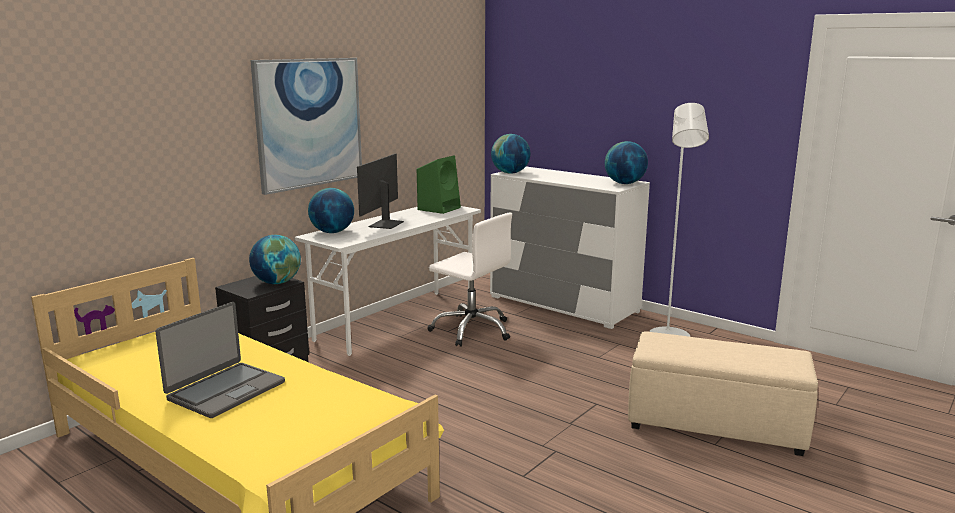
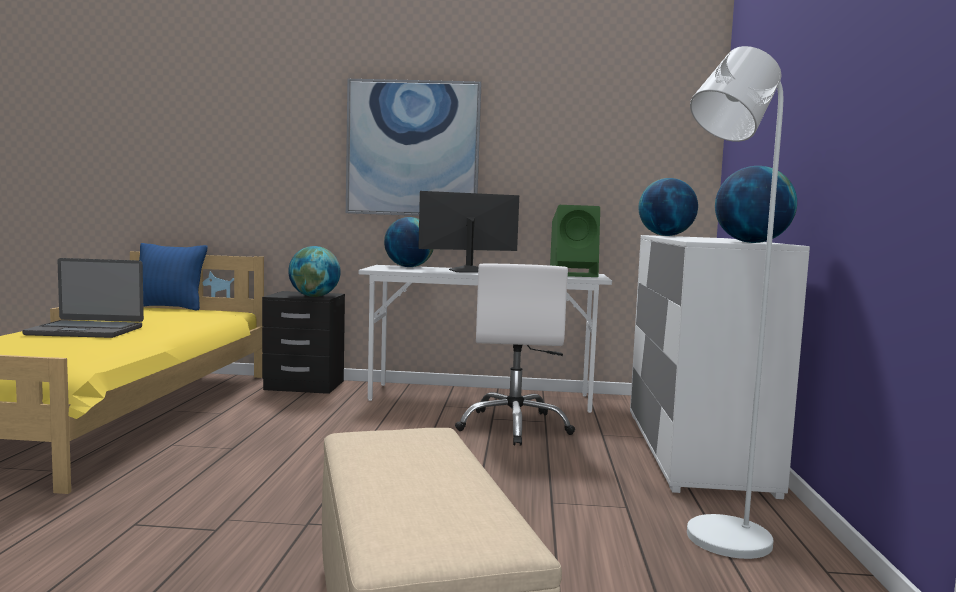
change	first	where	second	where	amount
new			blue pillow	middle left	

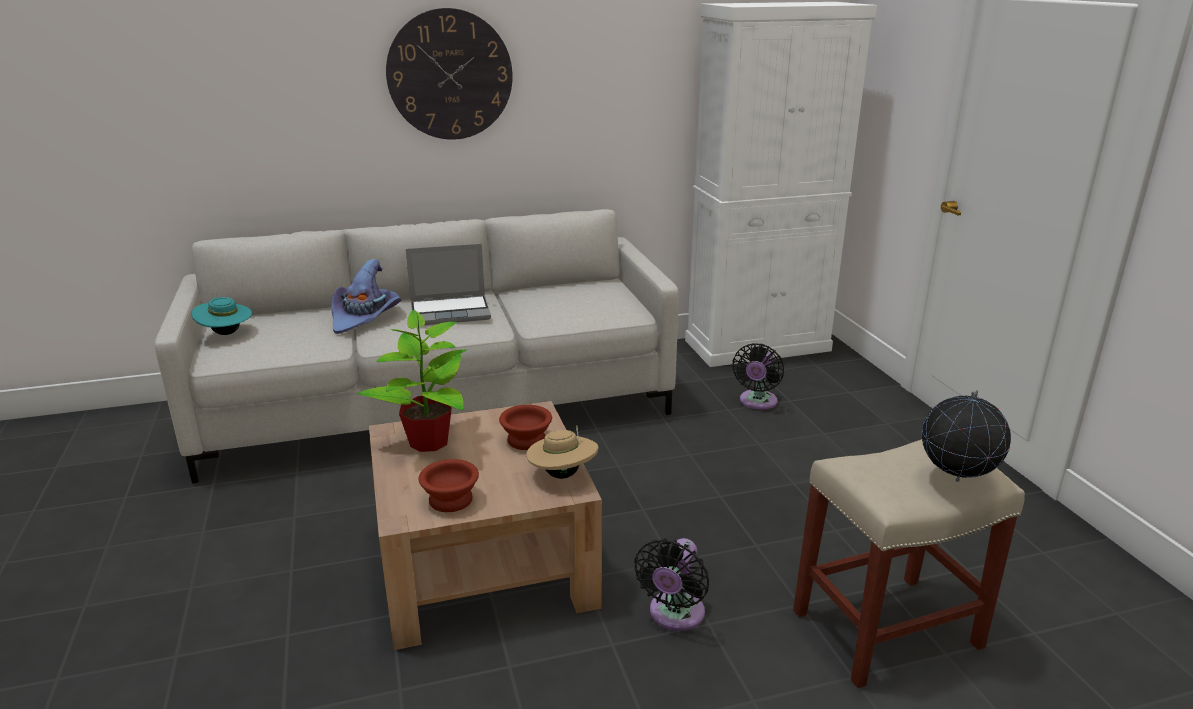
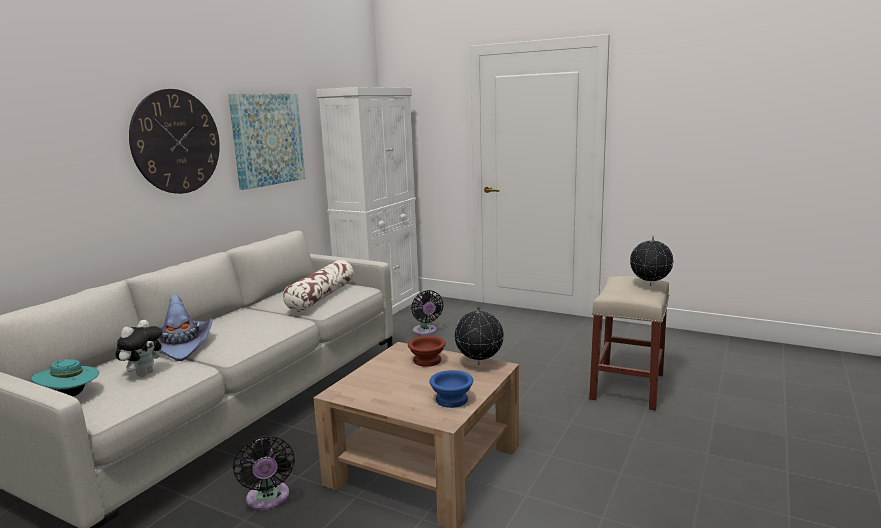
change	first	where	second	where	amount
gone	potted plant	centre			
gone	laptop	centre			
new			plush toy	middle left	
new			picture	top left	
new			pillow	centre	
shifted	black fan (no. 1 from left)	bottom centre		bottom left	
swapped	beige hat	centre	globe (no. 1 from left)	centre	
repainted	brown bowl (no. 1 from left)	bottom centre	blue bowl	bottom centre	

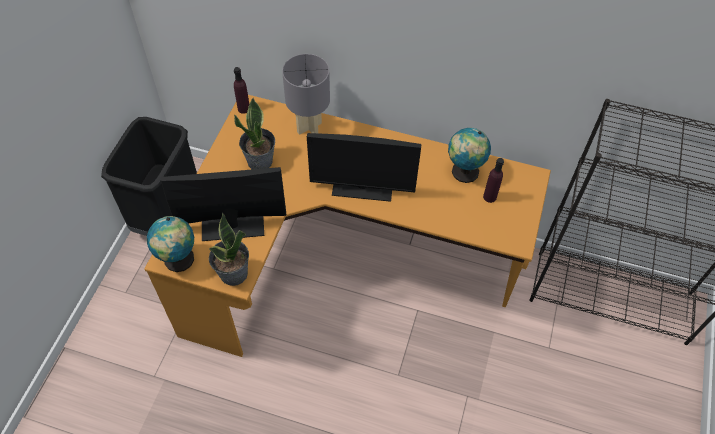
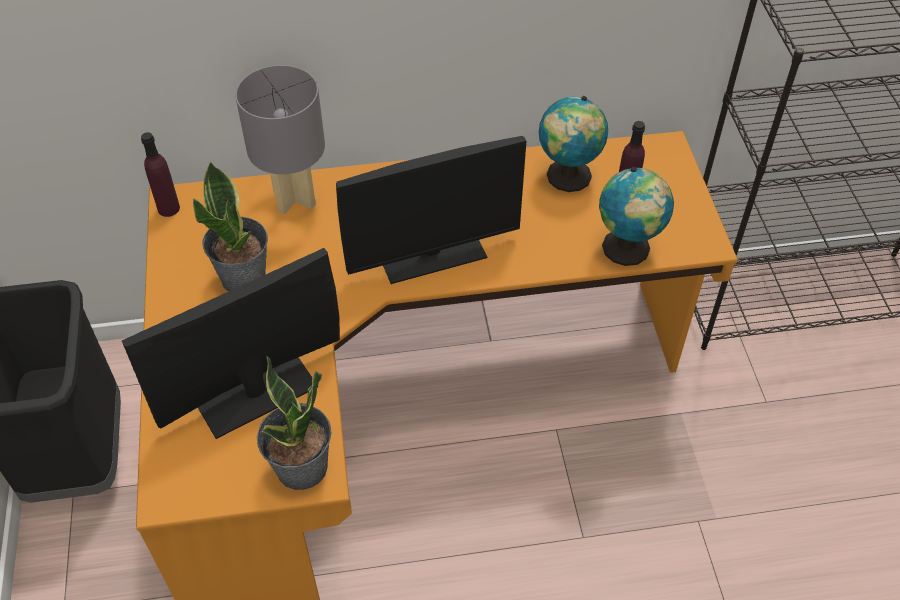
change	first	where	second	where	amount
shifted	globe (no. 1 from left in the first image)	middle left	globe (no. 2 from left)	middle right	

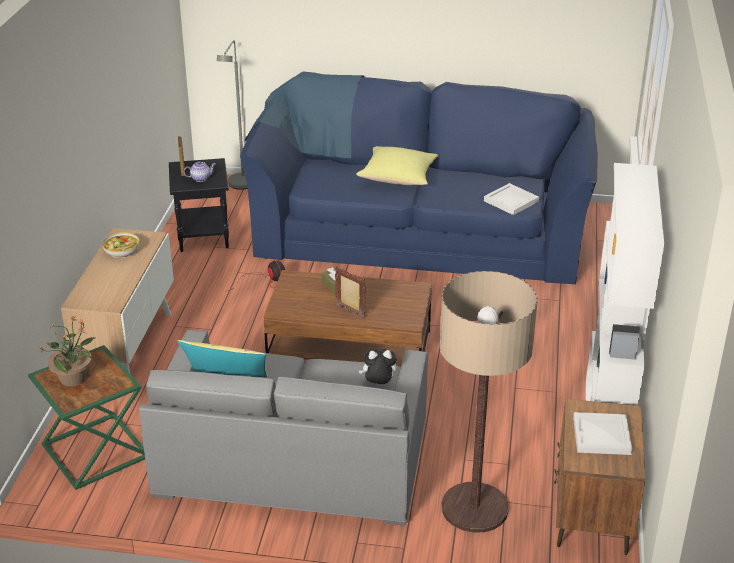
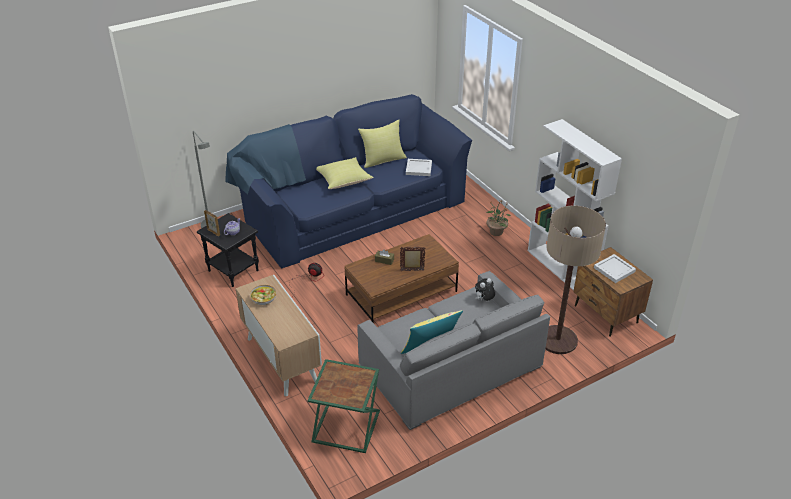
change	first	where	second	where	amount
new			yellow pillow (no. 2 from left)	top centre	
shifted	potted plant	middle left		centre	

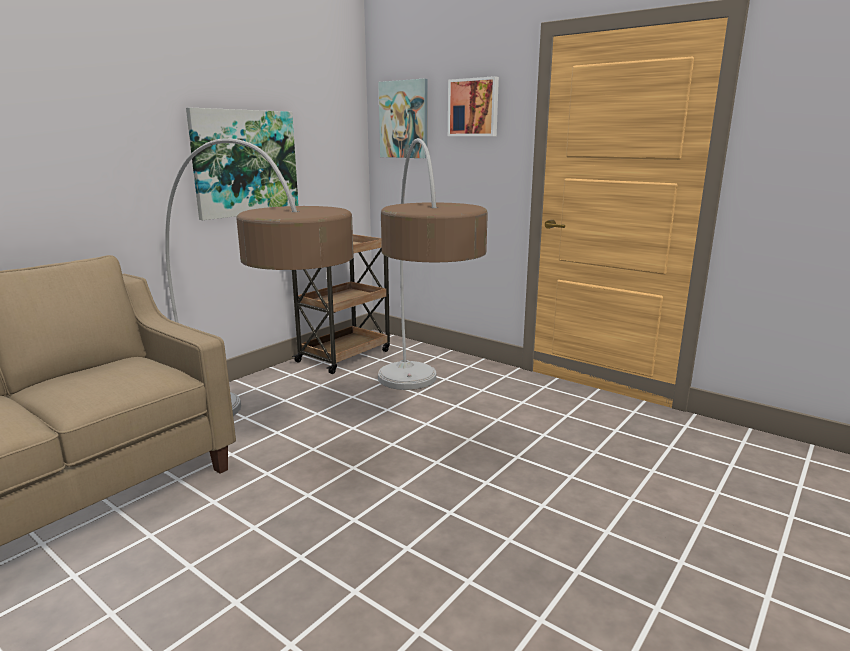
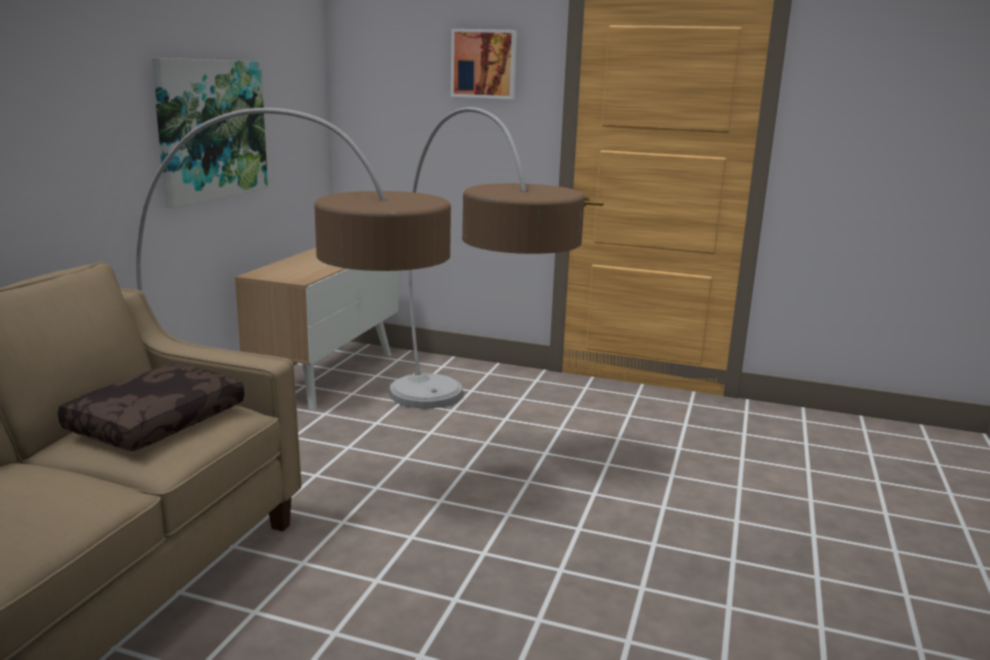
change	first	where	second	where	amount
gone	picture (no. 2 from left)	top centre			
new			brown pillow	middle left	
swapped	brown cart	centre	cabinet	middle left	

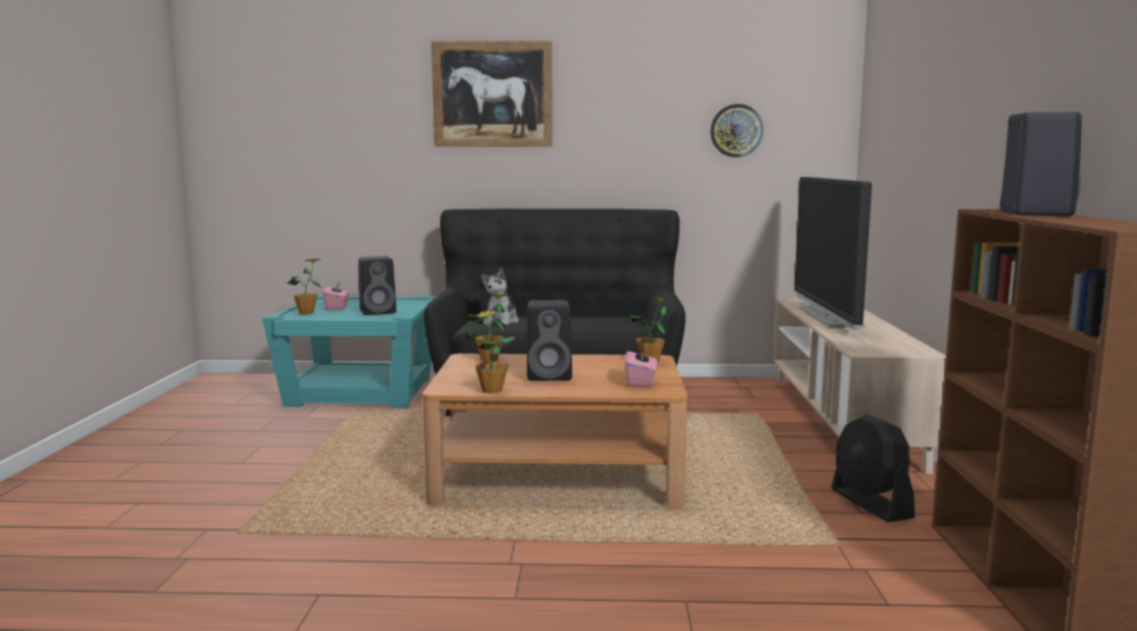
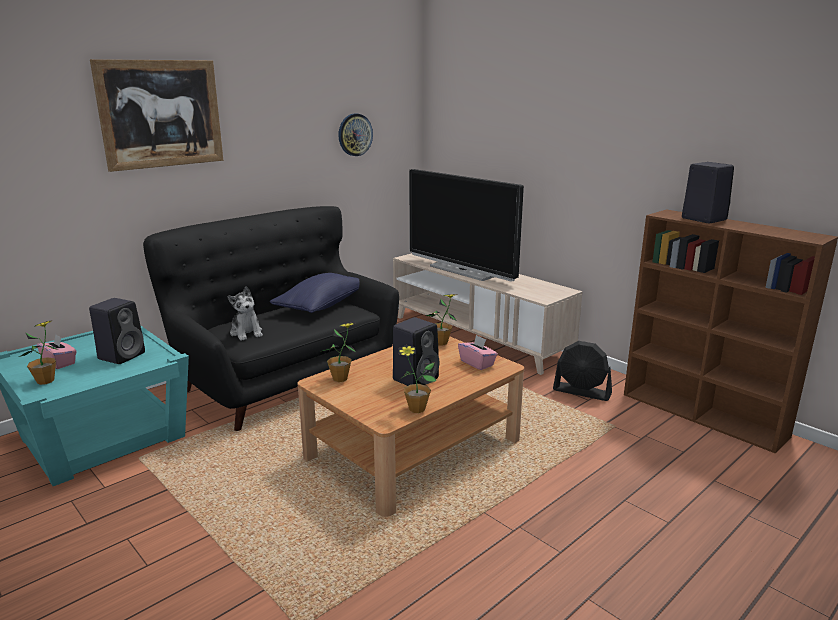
change	first	where	second	where	amount
new			blue pillow	centre	

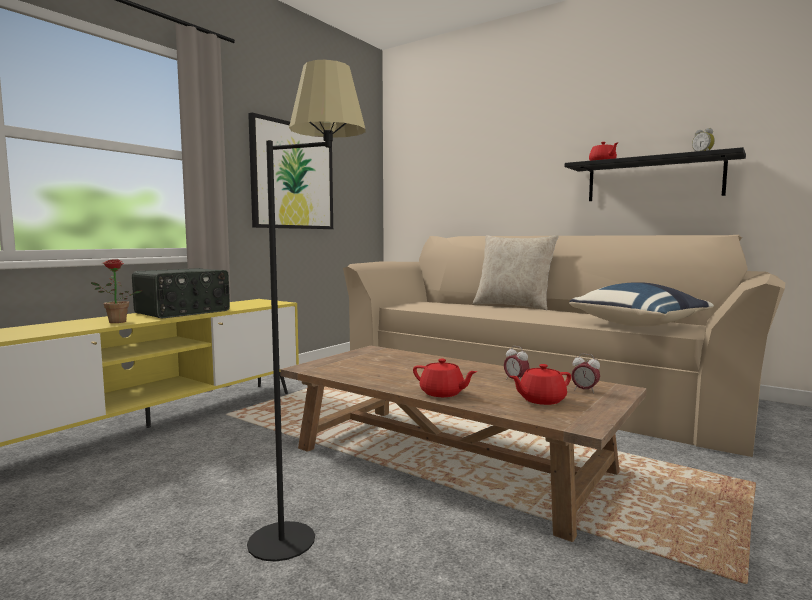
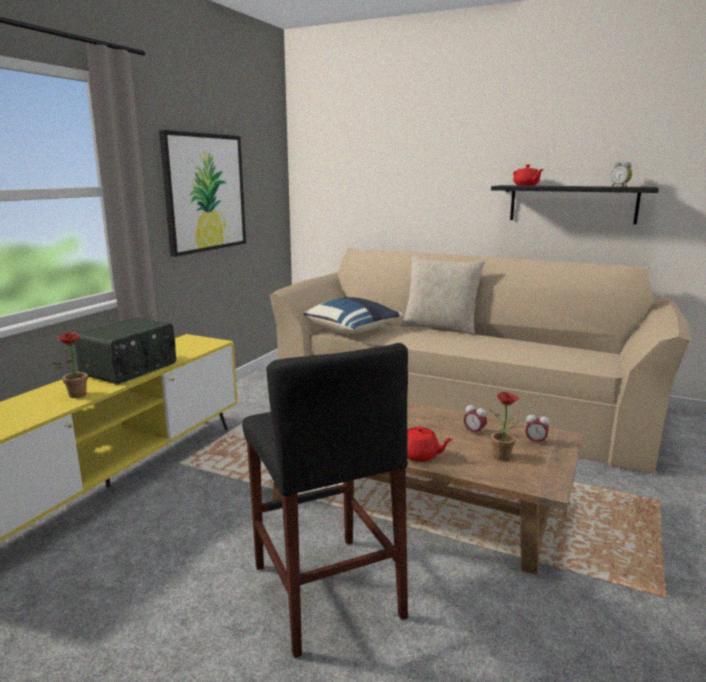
change	first	where	second	where	amount
shifted	blue pillow	middle right		centre	
swapped	black floor lamp	centre	black stool	bottom centre	
swapped	red teapot (no. 2 from left)	centre	potted plant (no. 2 from left)	middle right	

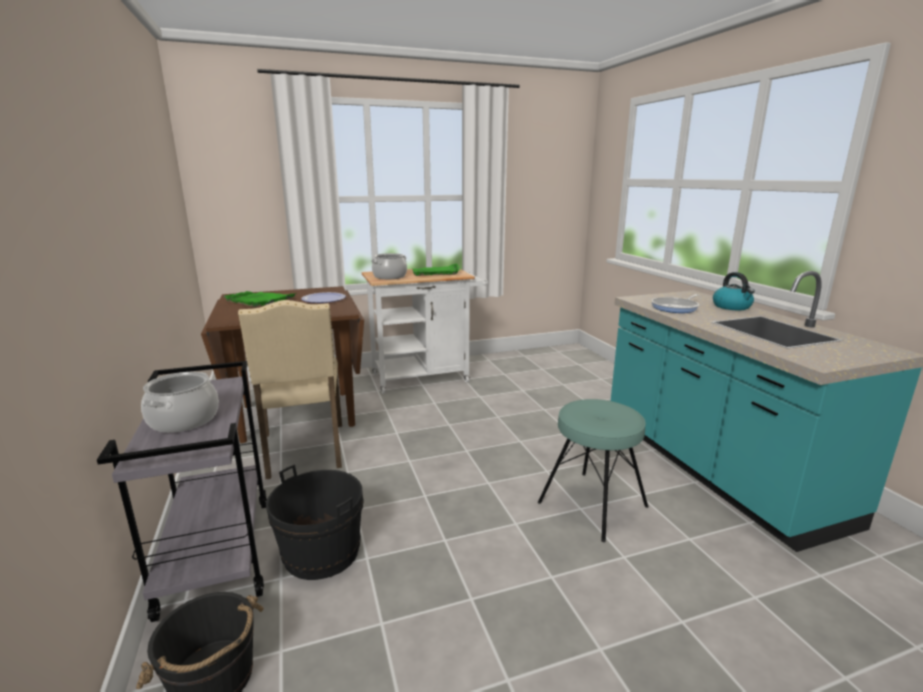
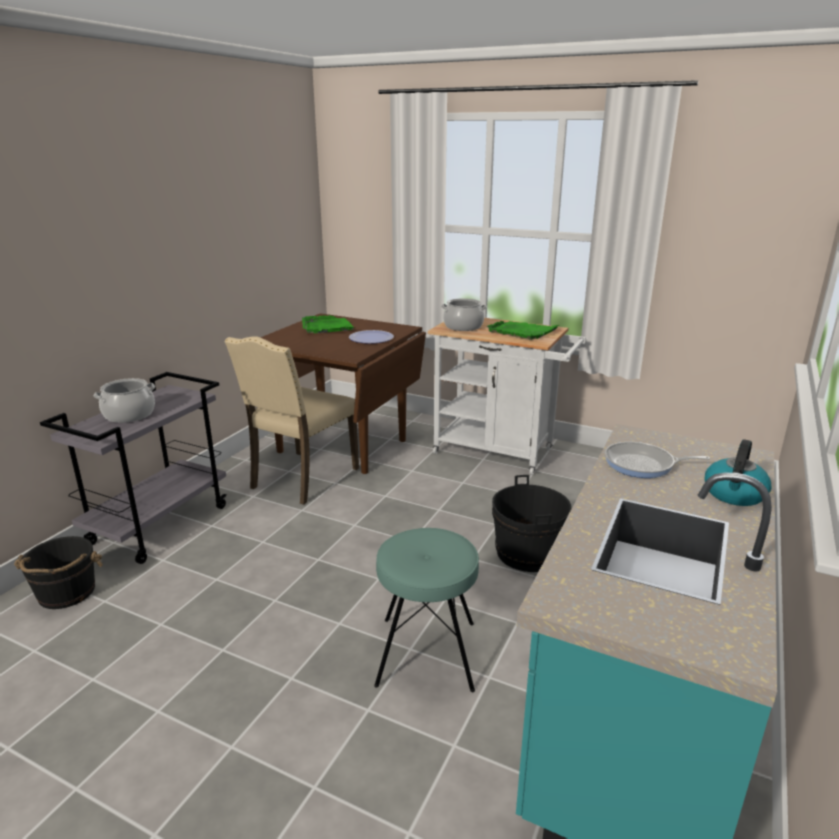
change	first	where	second	where	amount
shifted	black bucket (no. 2 from left)	bottom centre		centre	

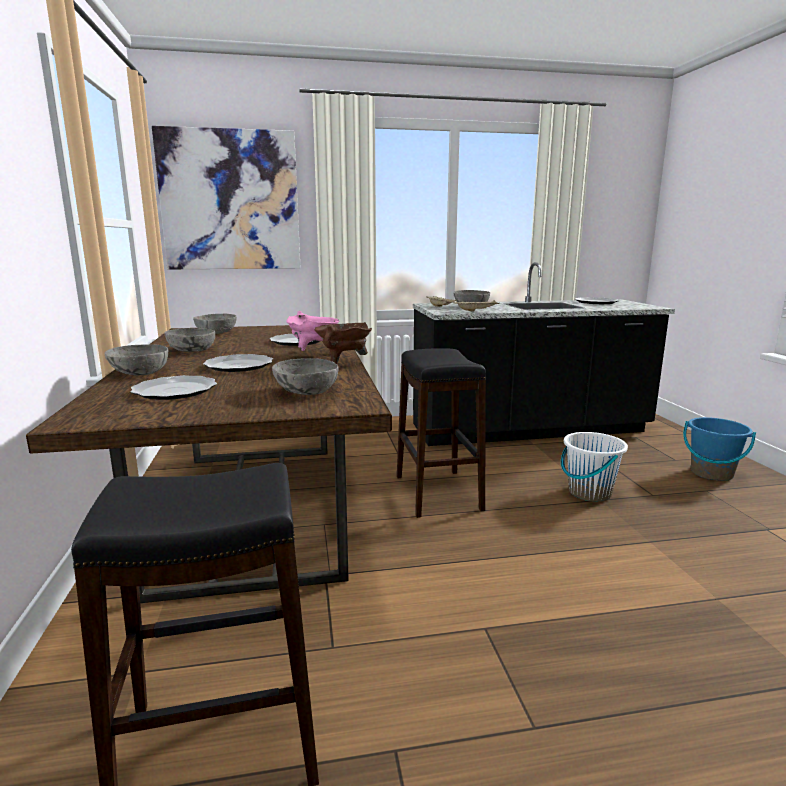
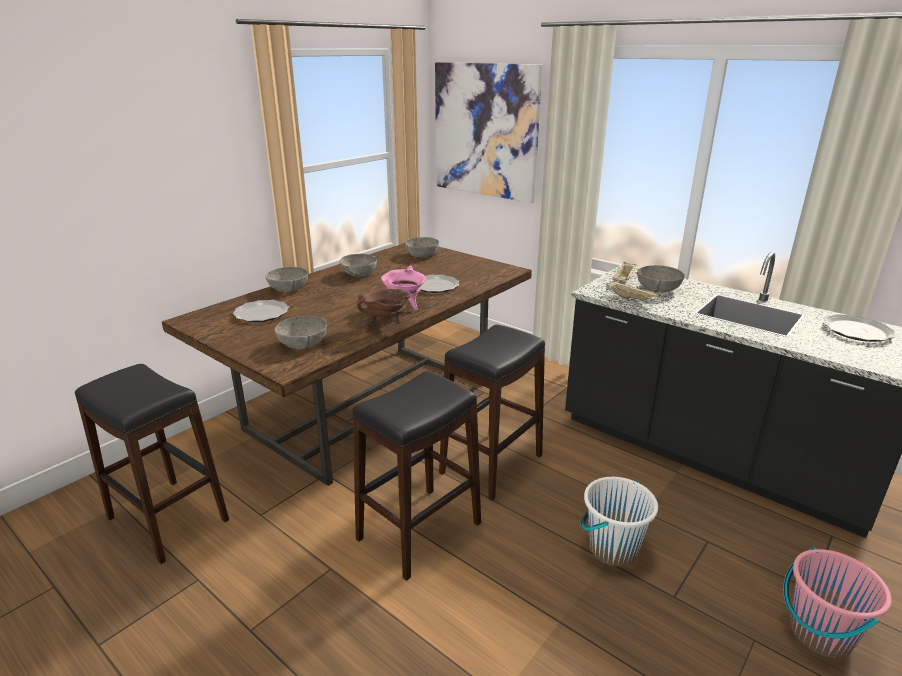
change	first	where	second	where	amount
gone	plate (no. 2 from left)	middle left			
new			black stool (no. 2 from left)	bottom centre	
repainted	blue bucket	middle right	pink bucket	bottom right	

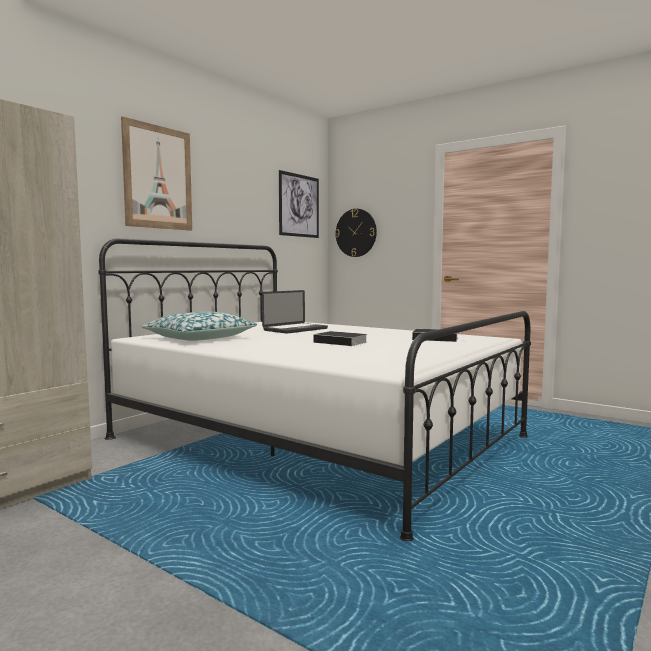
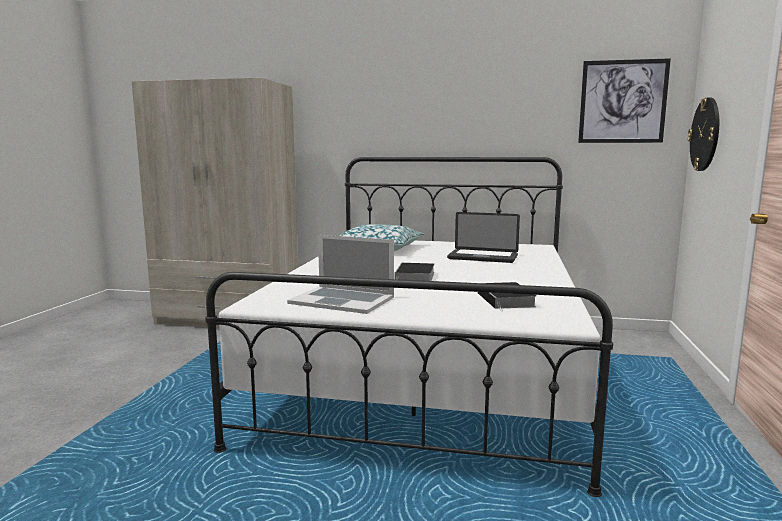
change	first	where	second	where	amount
gone	picture (no. 1 from left)	top left			
new			laptop (no. 1 from left)	centre	

